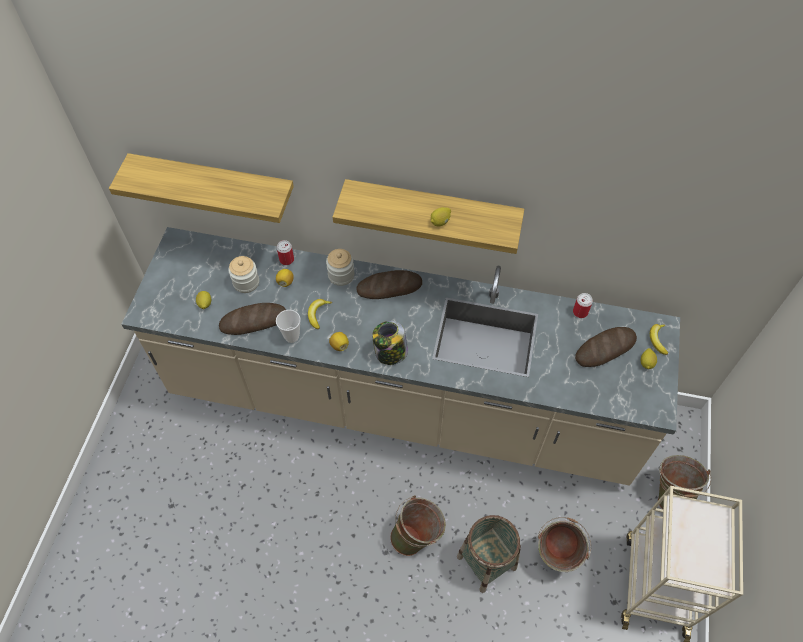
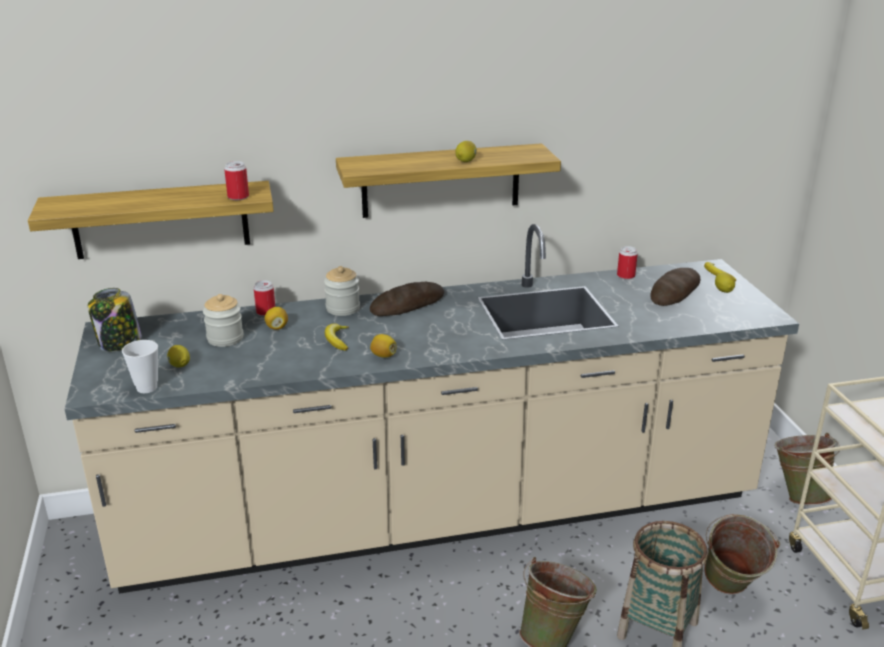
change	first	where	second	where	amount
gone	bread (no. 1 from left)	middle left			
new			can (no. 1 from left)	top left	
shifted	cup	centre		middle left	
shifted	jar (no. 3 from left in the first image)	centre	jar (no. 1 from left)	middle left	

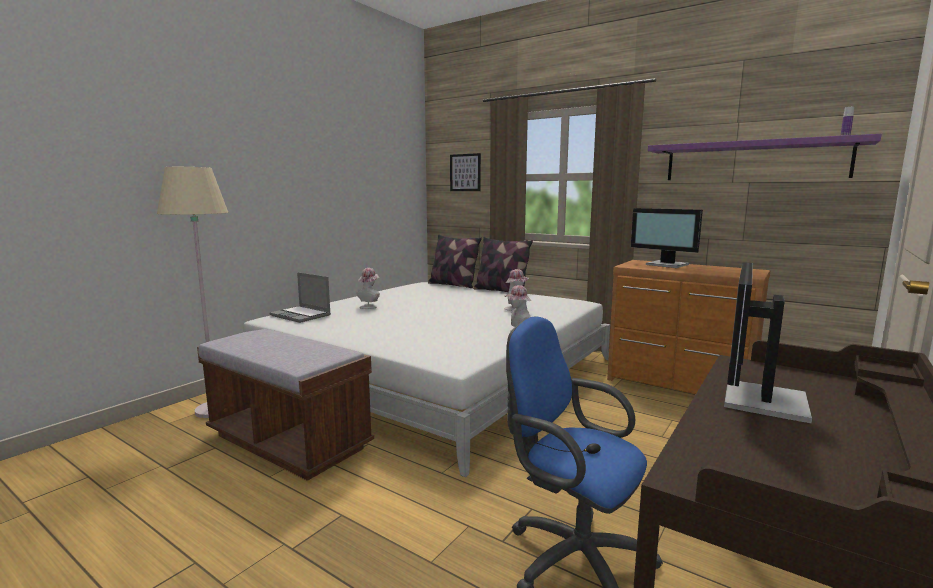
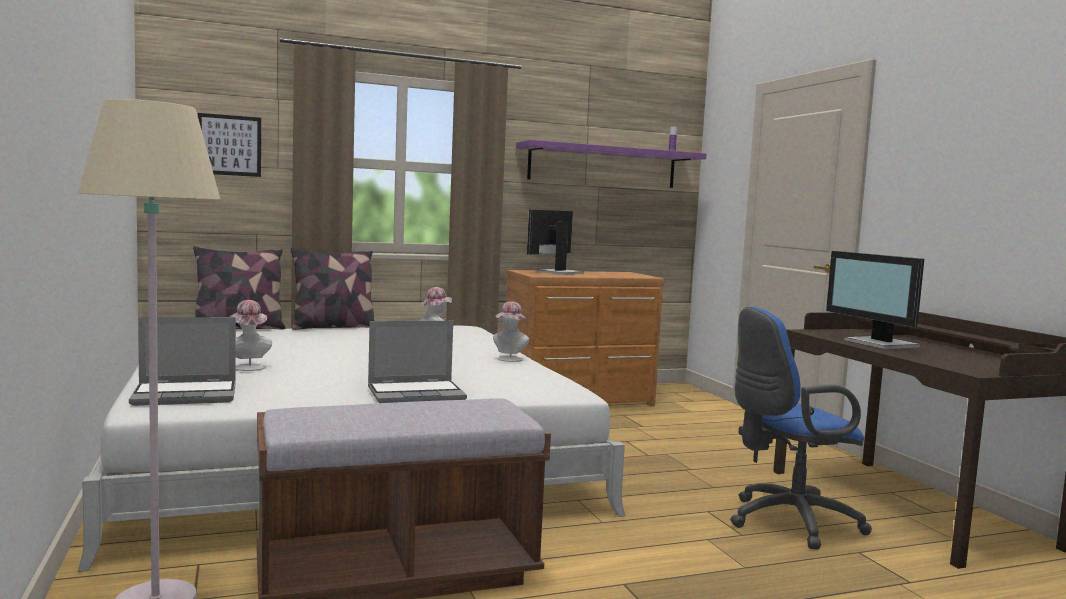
change	first	where	second	where	amount
new			laptop (no. 2 from left)	centre	
rotated	monitor (no. 1 from left)	middle right		centre	135 degrees clockwise

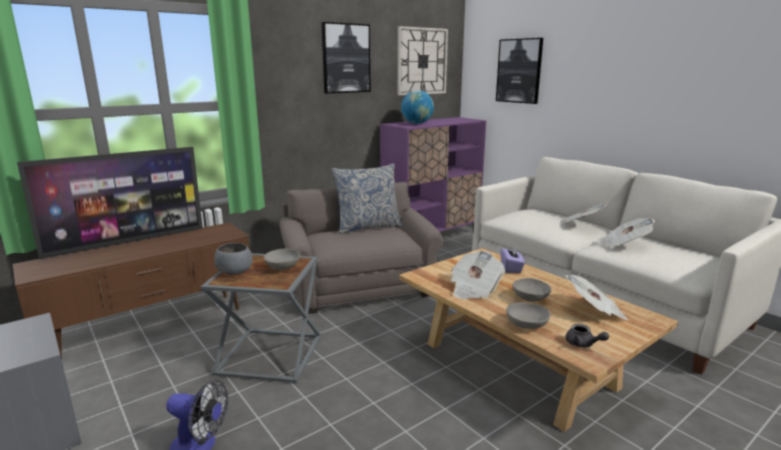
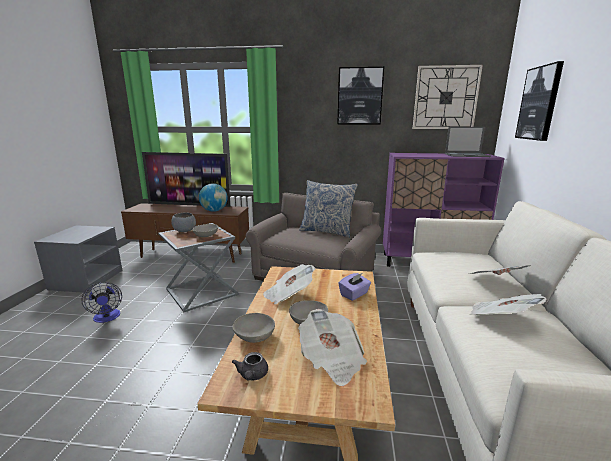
change	first	where	second	where	amount
new			laptop	top right	
shifted	globe	top centre		centre	

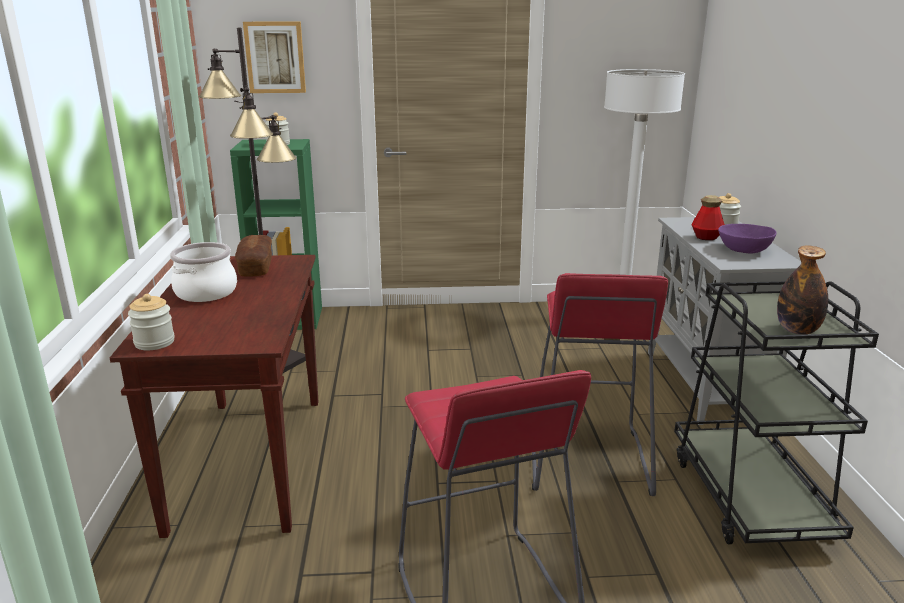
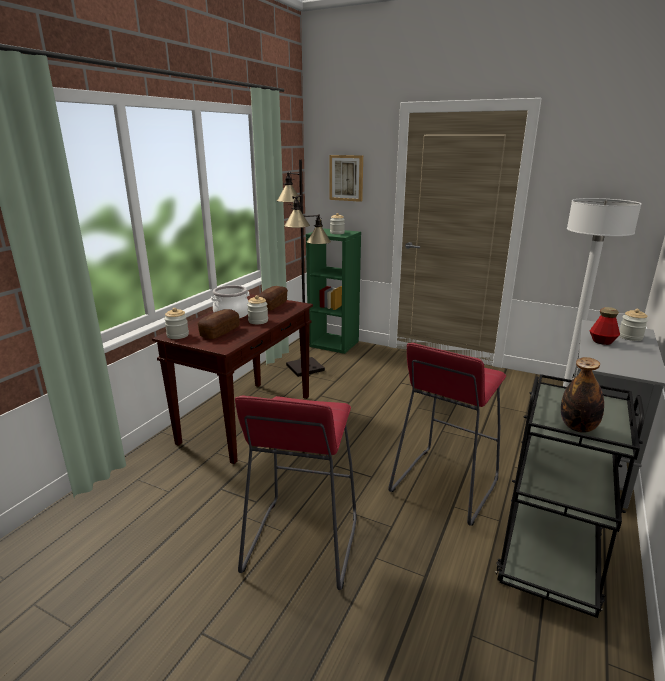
change	first	where	second	where	amount
gone	purple bowl	middle right			
new			bread (no. 1 from left)	middle left	
new			jar (no. 2 from left)	centre	

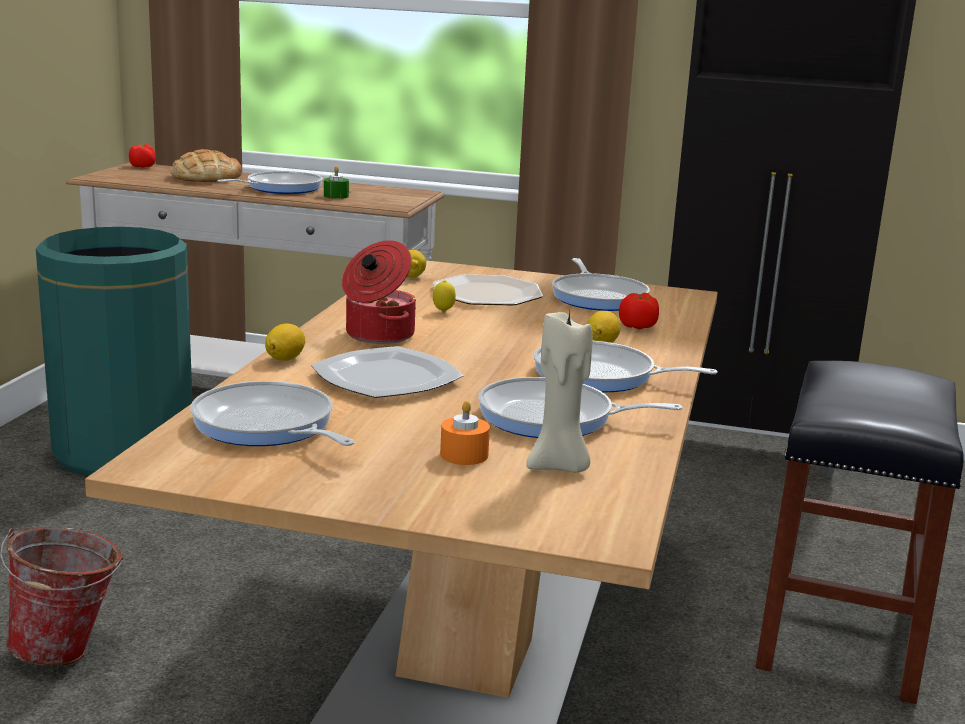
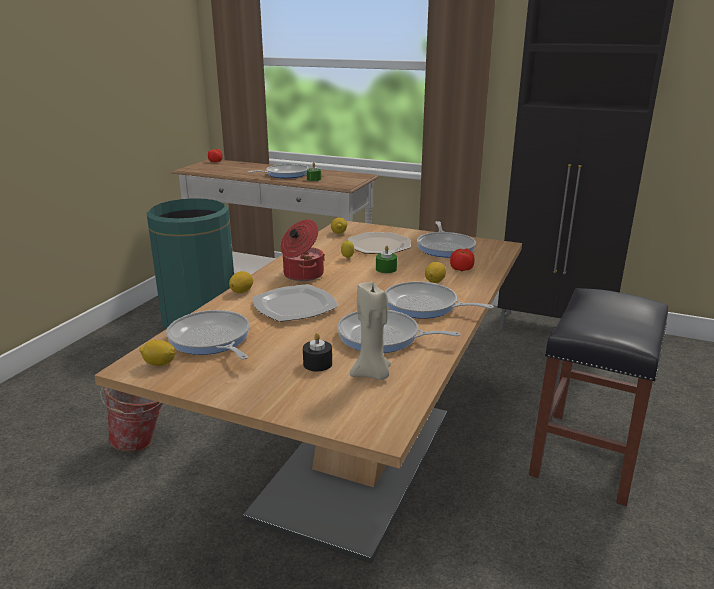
change	first	where	second	where	amount
gone	bread	top left			
new			lemon (no. 1 from left)	middle left	
new			green candle (no. 2 from left)	centre	
repainted	orange candle	centre	black candle	centre	

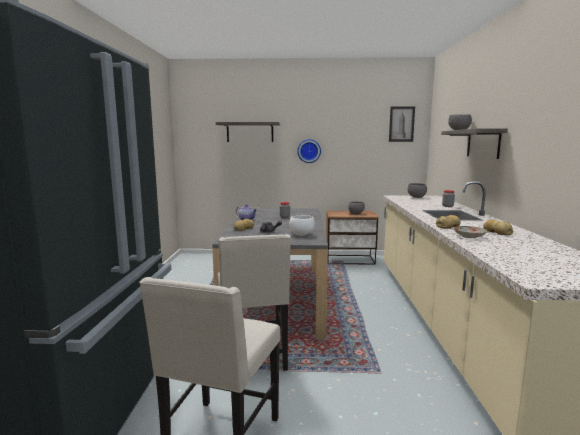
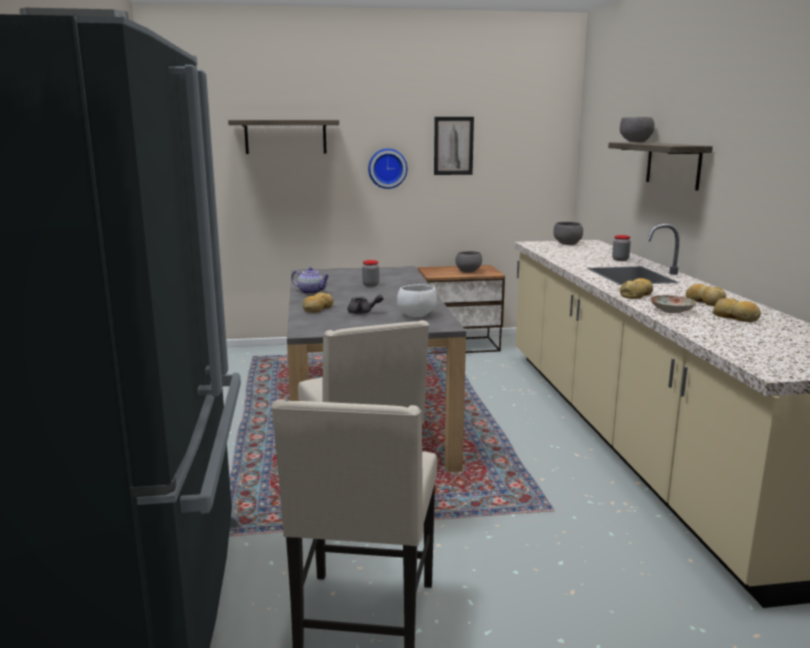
change	first	where	second	where	amount
new			bread (no. 4 from left)	middle right	
shifted	picture	top right		top centre	

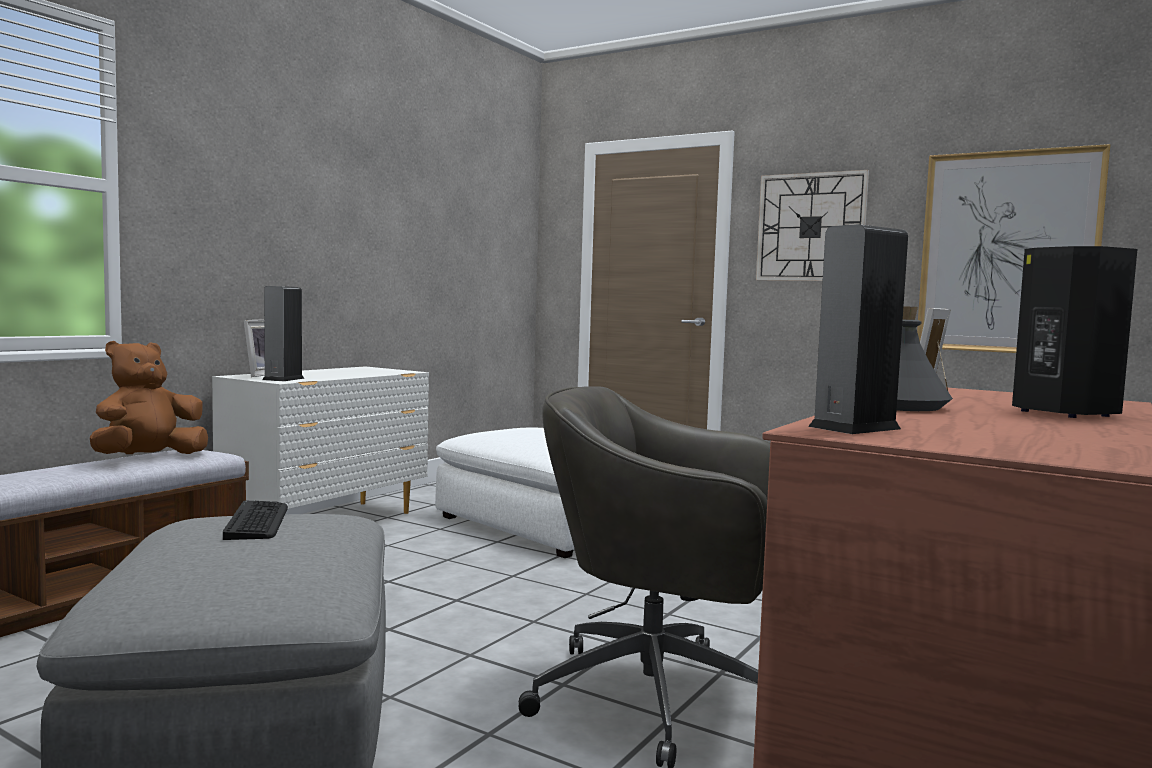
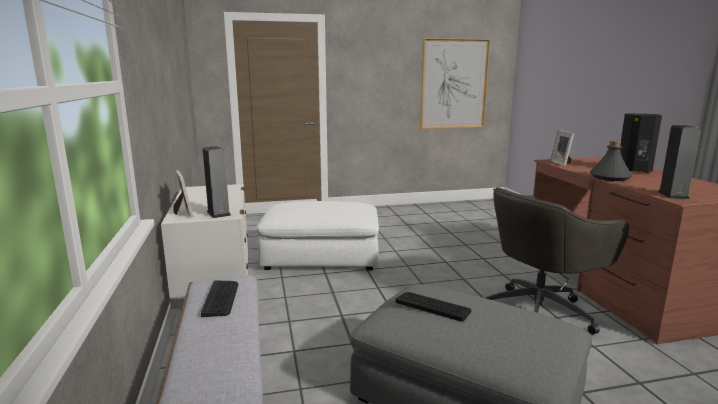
change	first	where	second	where	amount
gone	wall clock	top right			
swapped	brown plush toy	middle left	keyboard (no. 1 from left)	bottom left	

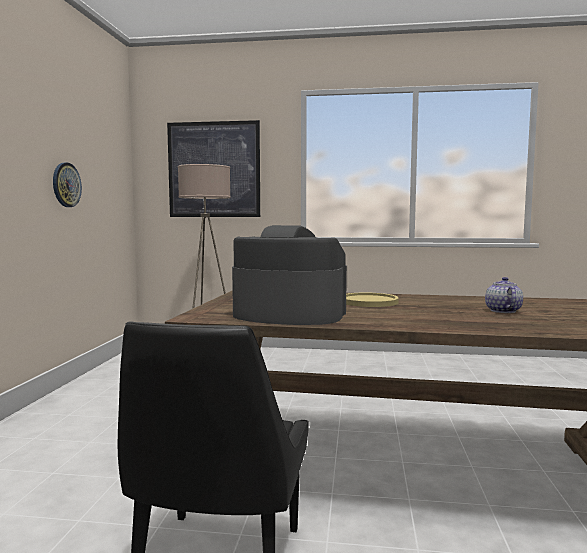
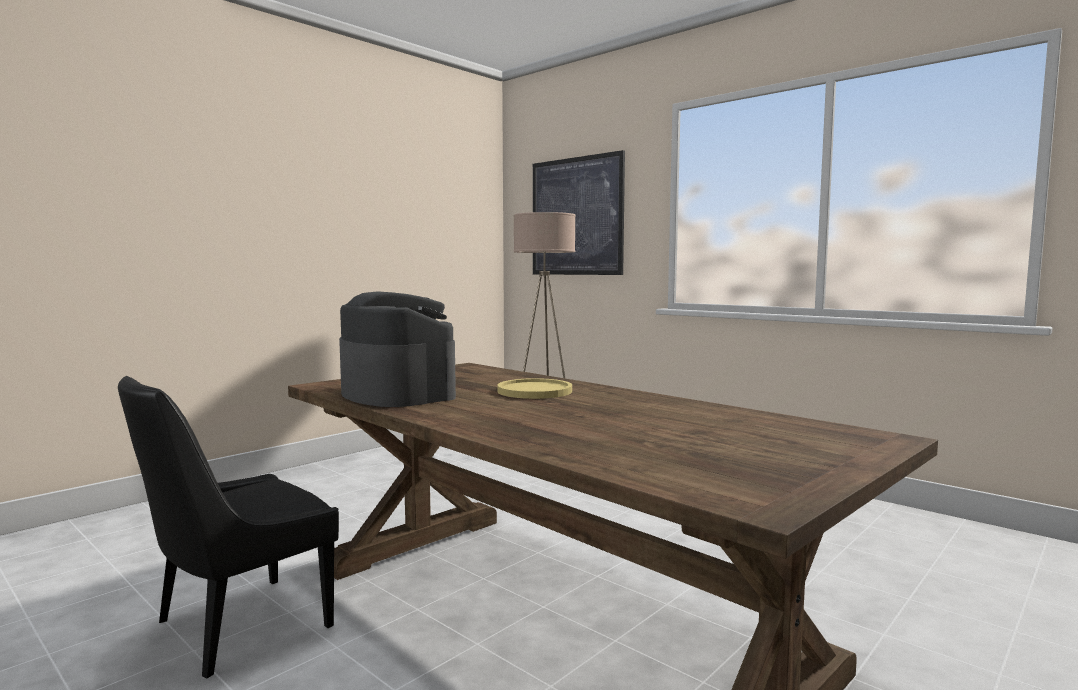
change	first	where	second	where	amount
gone	wall clock	top left			
gone	teapot	middle right			

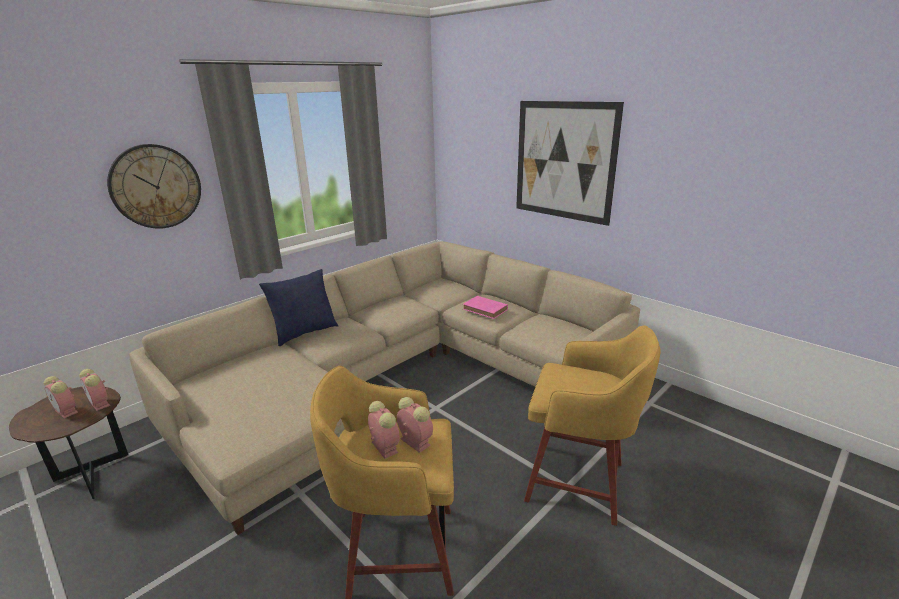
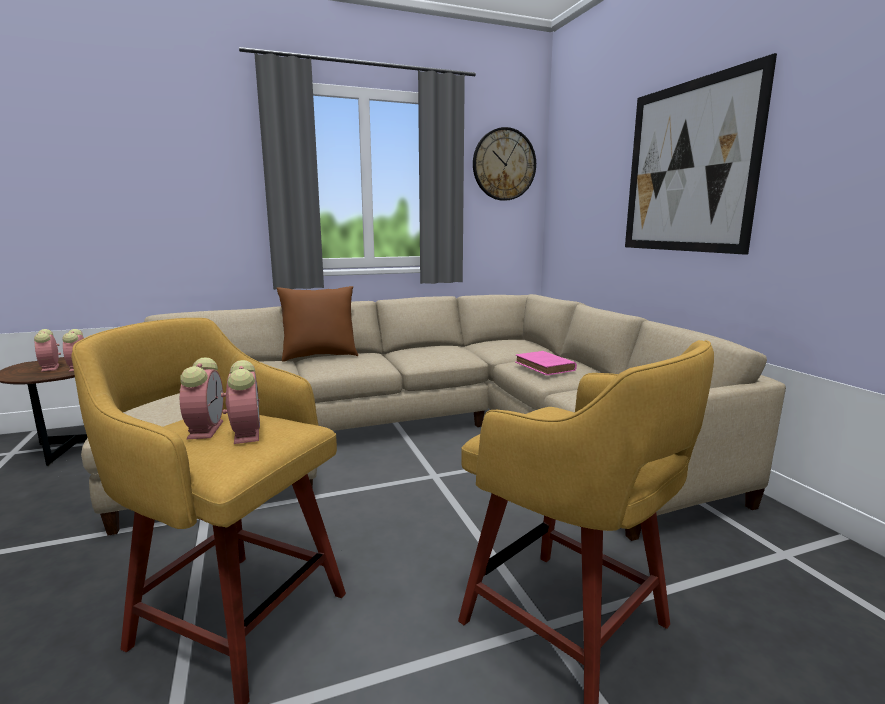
change	first	where	second	where	amount
shifted	wall clock	top left		top centre	
repainted	blue pillow	middle left	brown pillow	centre	

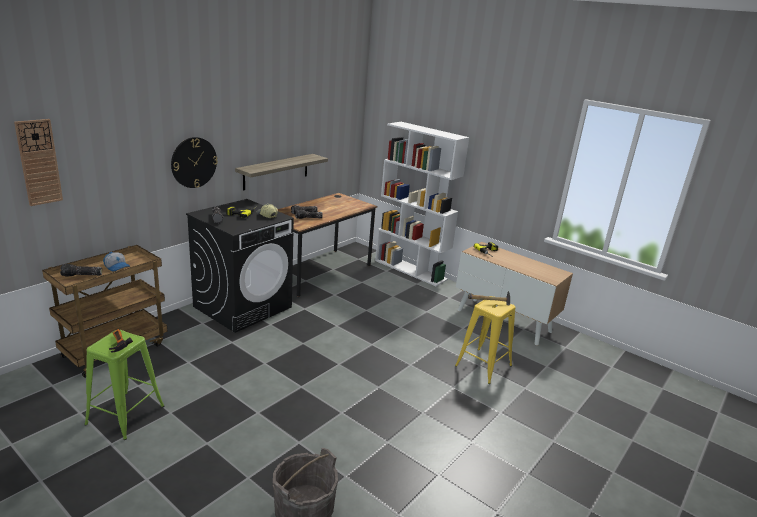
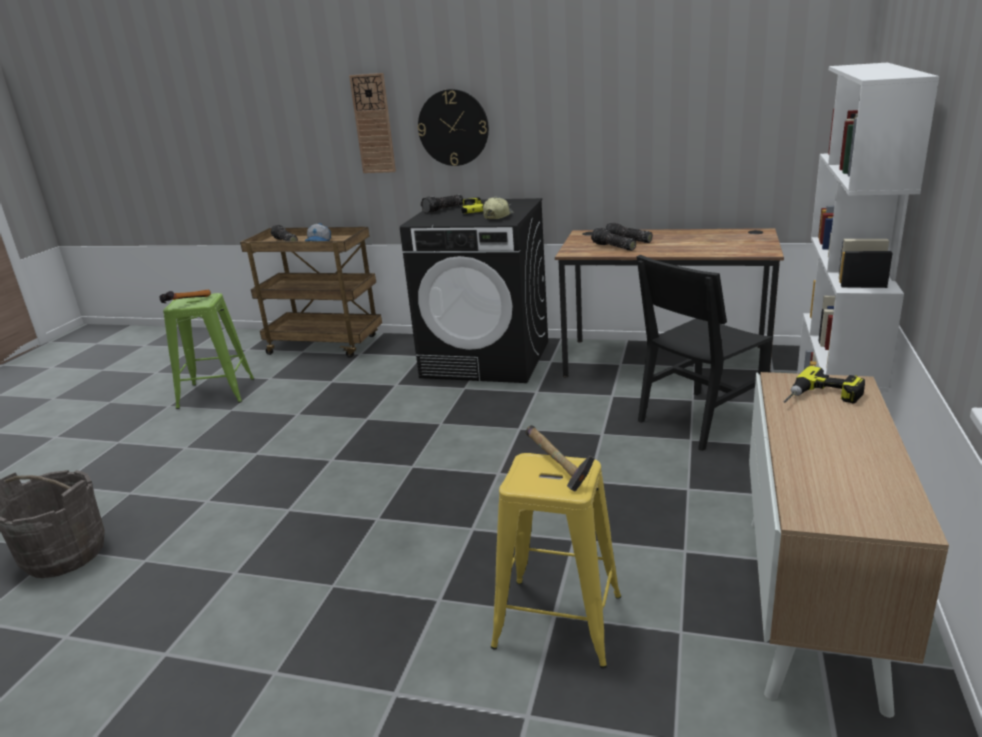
change	first	where	second	where	amount
gone	shelf	top centre			
new			black chair	middle right	
shifted	wall clock (no. 1 from left)	top left		top centre	

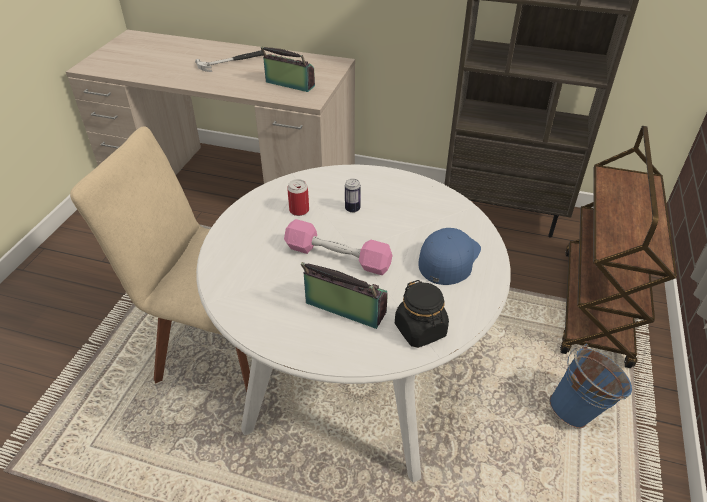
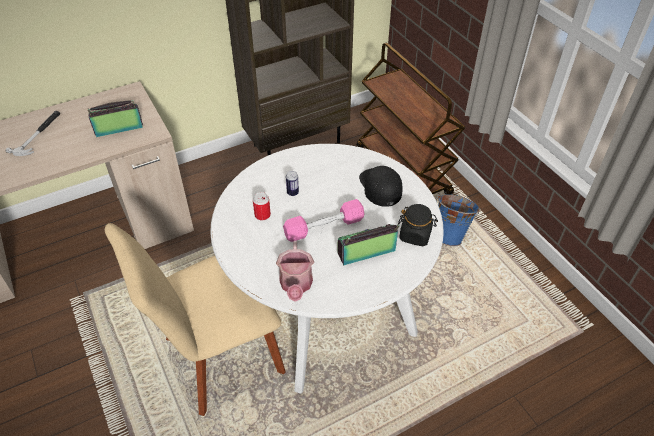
change	first	where	second	where	amount
new			watering can	centre	
repainted	blue cap	centre	black cap	centre	

